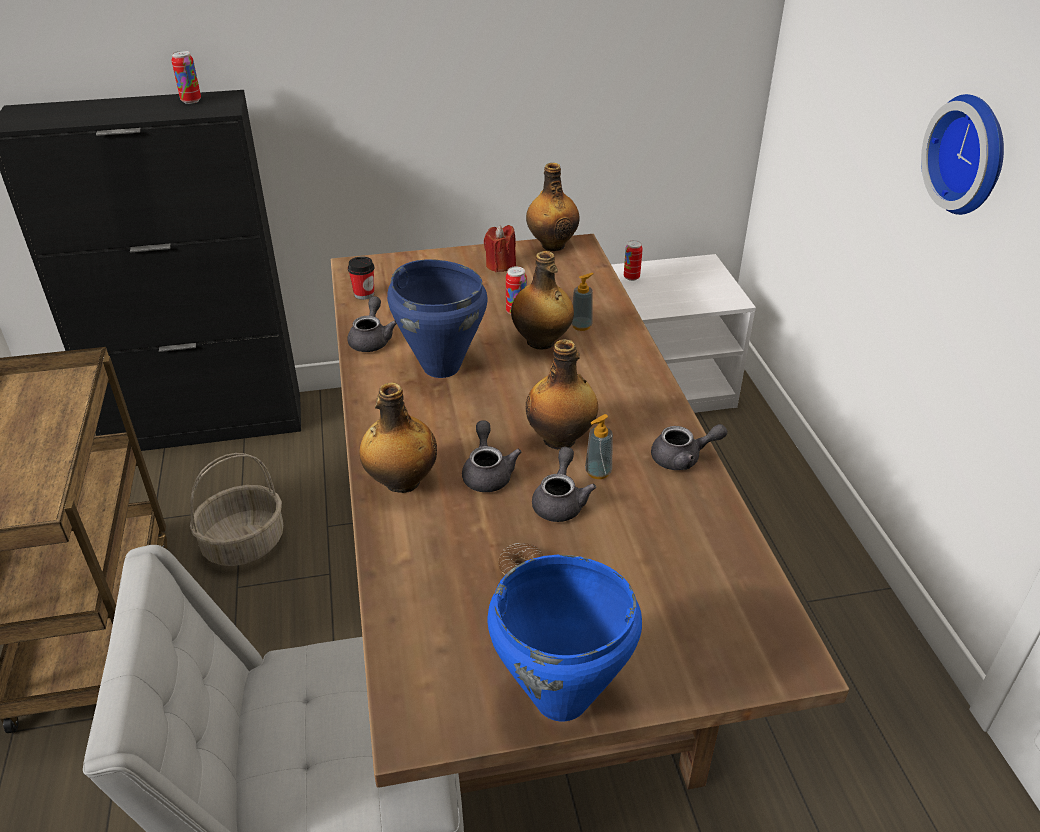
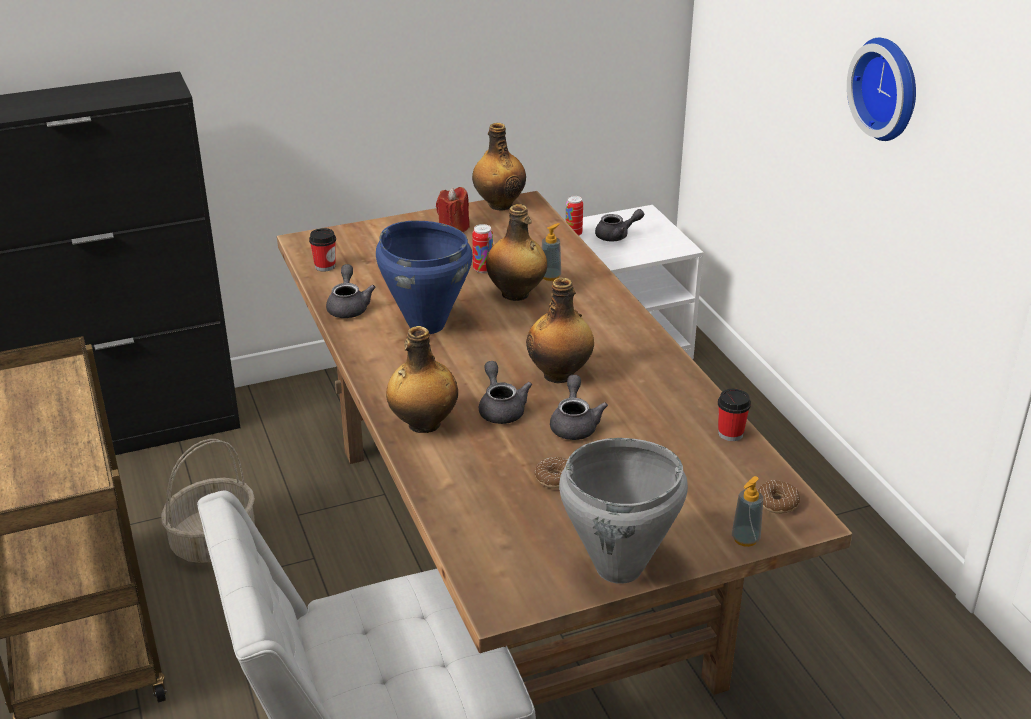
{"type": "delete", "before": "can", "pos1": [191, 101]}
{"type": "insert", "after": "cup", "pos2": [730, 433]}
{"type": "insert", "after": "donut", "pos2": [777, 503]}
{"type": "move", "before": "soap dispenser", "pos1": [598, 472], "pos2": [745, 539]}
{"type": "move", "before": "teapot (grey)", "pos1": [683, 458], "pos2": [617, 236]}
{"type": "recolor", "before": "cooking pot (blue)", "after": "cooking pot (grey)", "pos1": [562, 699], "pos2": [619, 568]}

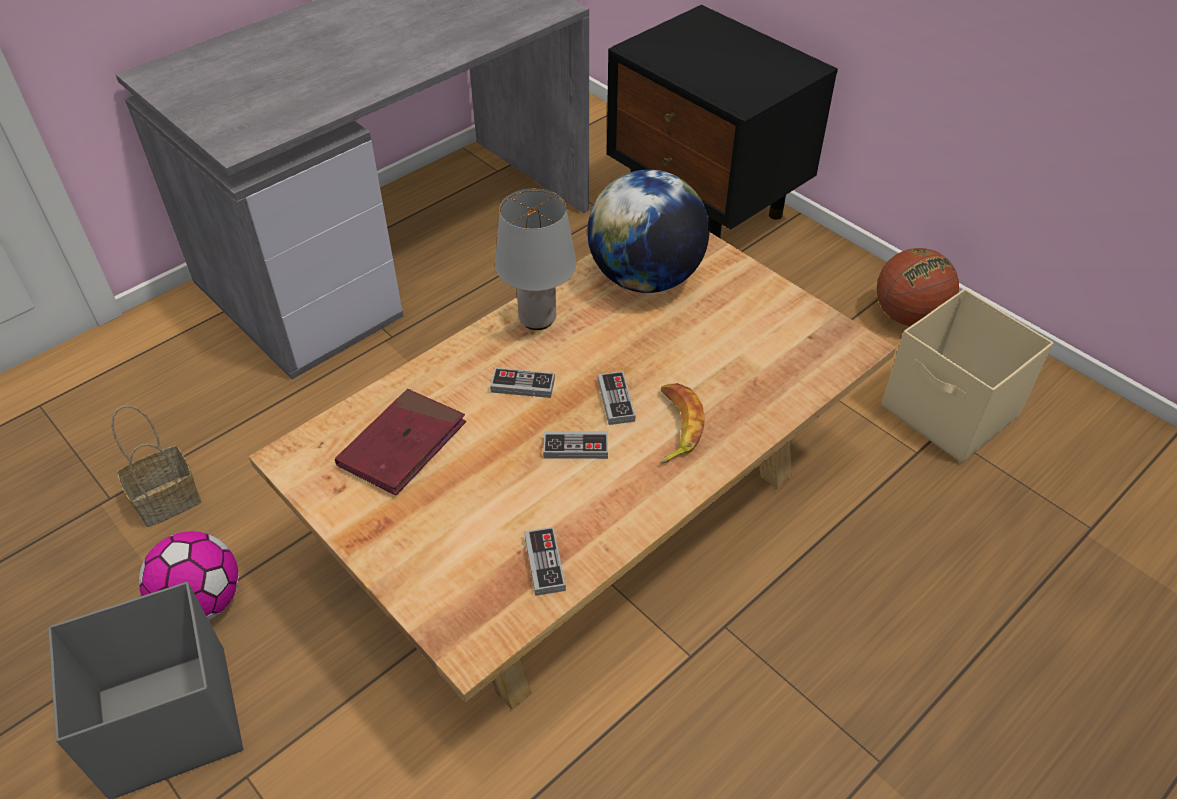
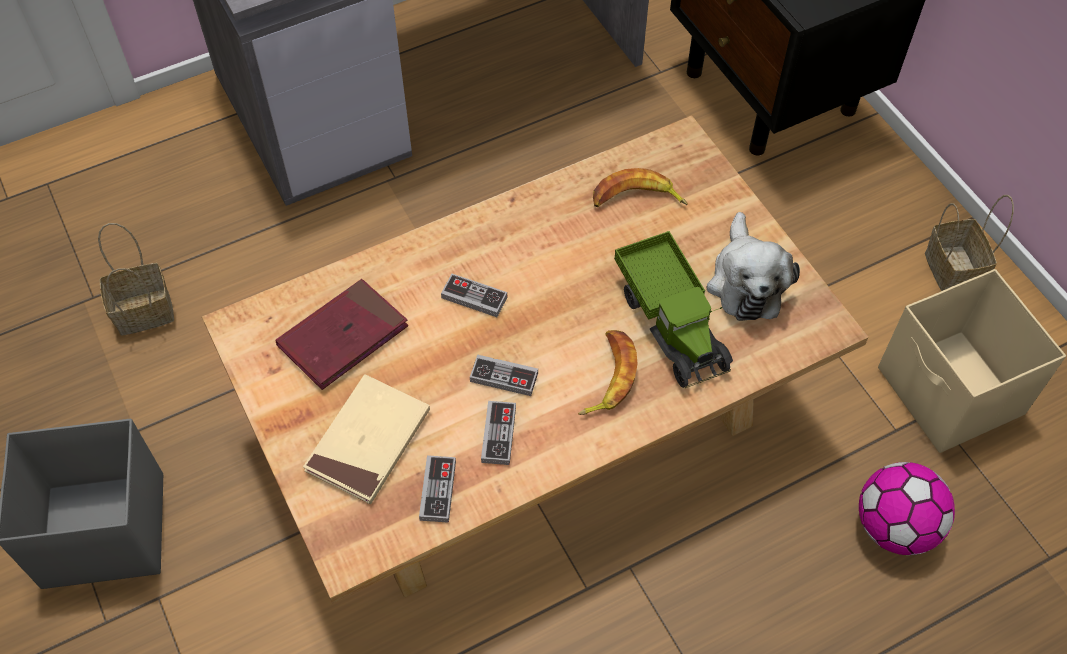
{"type": "delete", "before": "table lamp (grey)", "pos1": [538, 319]}
{"type": "insert", "after": "book (beige)", "pos2": [368, 441]}
{"type": "insert", "after": "toy truck", "pos2": [671, 322]}
{"type": "insert", "after": "plush toy", "pos2": [746, 281]}
{"type": "move", "before": "football", "pos1": [202, 602], "pos2": [894, 526]}
{"type": "move", "before": "game controller", "pos1": [616, 400], "pos2": [498, 434]}
{"type": "replace", "before": "globe", "after": "banana", "pos1": [645, 278], "pos2": [636, 199]}
{"type": "replace", "before": "basketball", "after": "basket", "pos1": [908, 316], "pos2": [950, 268]}

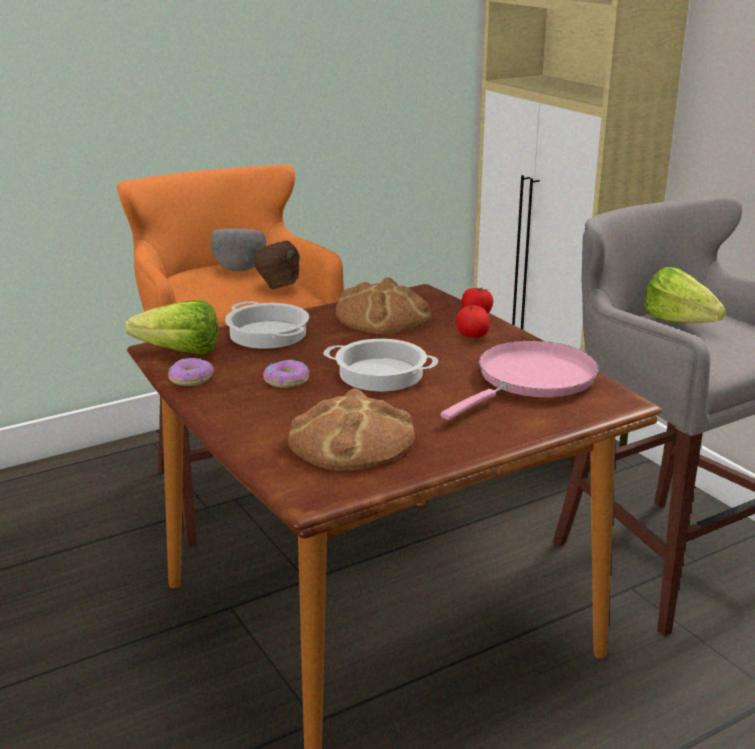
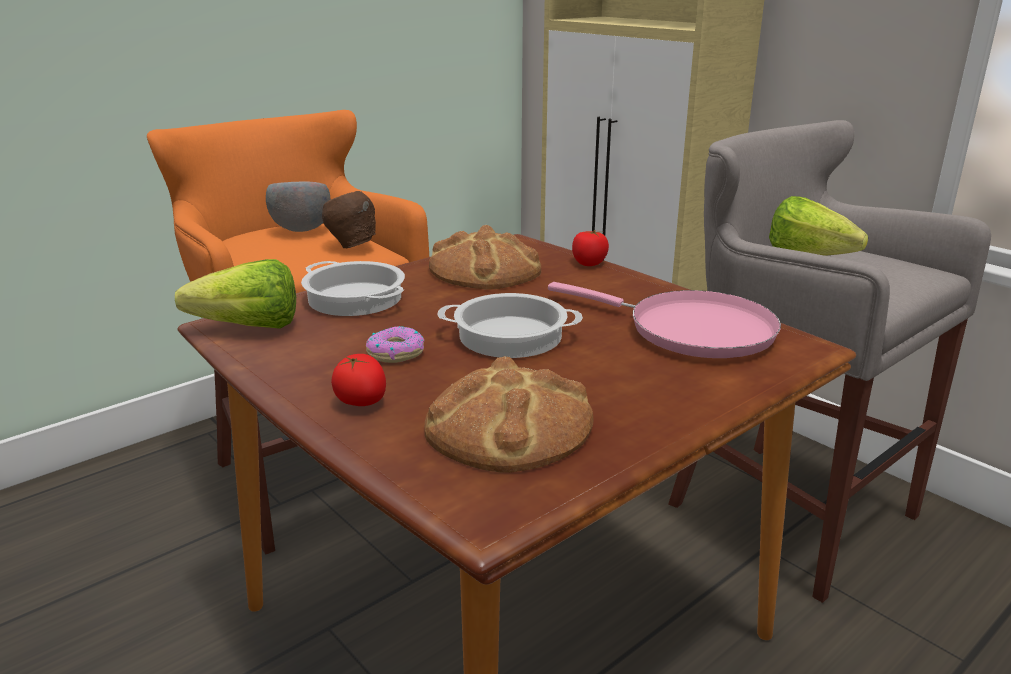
{"type": "delete", "before": "donut", "pos1": [191, 378]}
{"type": "move", "before": "tomato", "pos1": [472, 335], "pos2": [361, 401]}
{"type": "rotate", "before": "frying pan (pink)", "pos1": [531, 380], "pos2": [690, 330], "turn": 90}

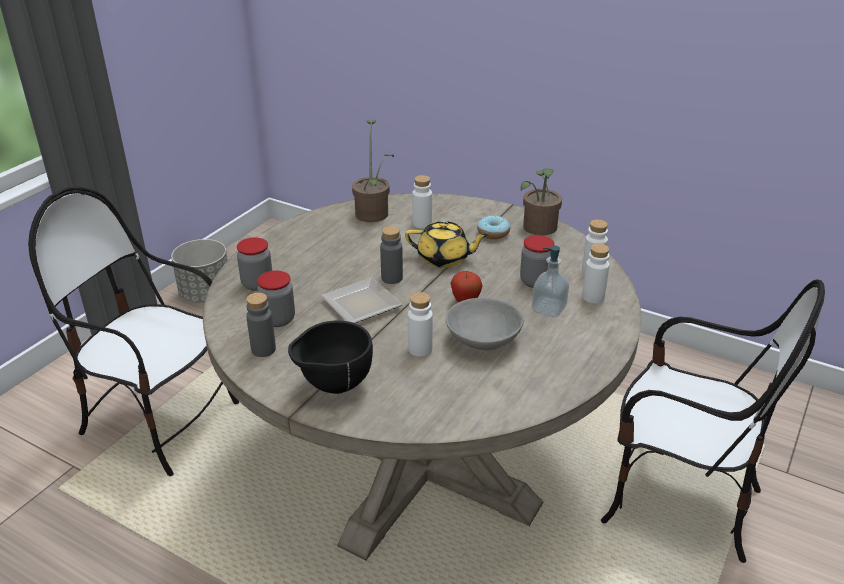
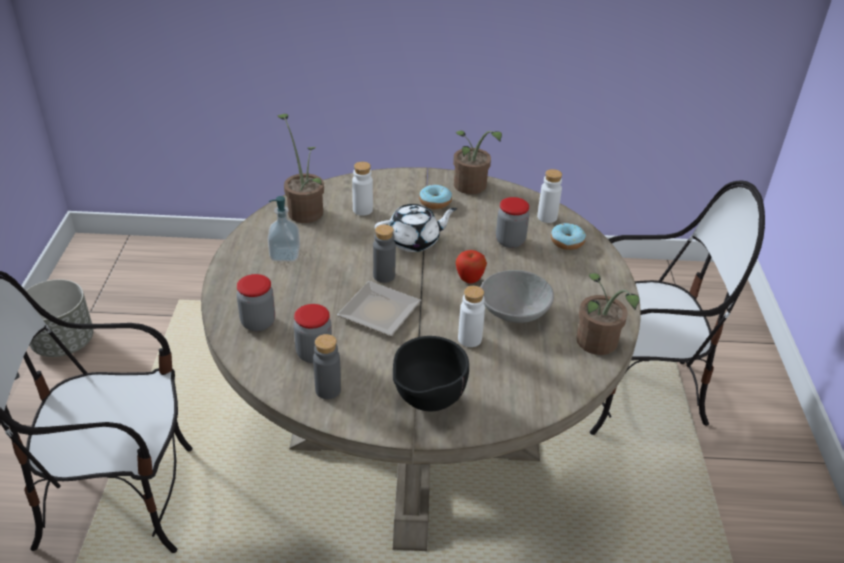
{"type": "insert", "after": "potted plant", "pos2": [597, 345]}
{"type": "move", "before": "soap dispenser", "pos1": [548, 309], "pos2": [285, 254]}
{"type": "replace", "before": "bottle (white)", "after": "donut", "pos1": [593, 297], "pos2": [567, 242]}
{"type": "recolor", "before": "teapot (yellow)", "after": "teapot (white)", "pos1": [444, 258], "pos2": [414, 241]}

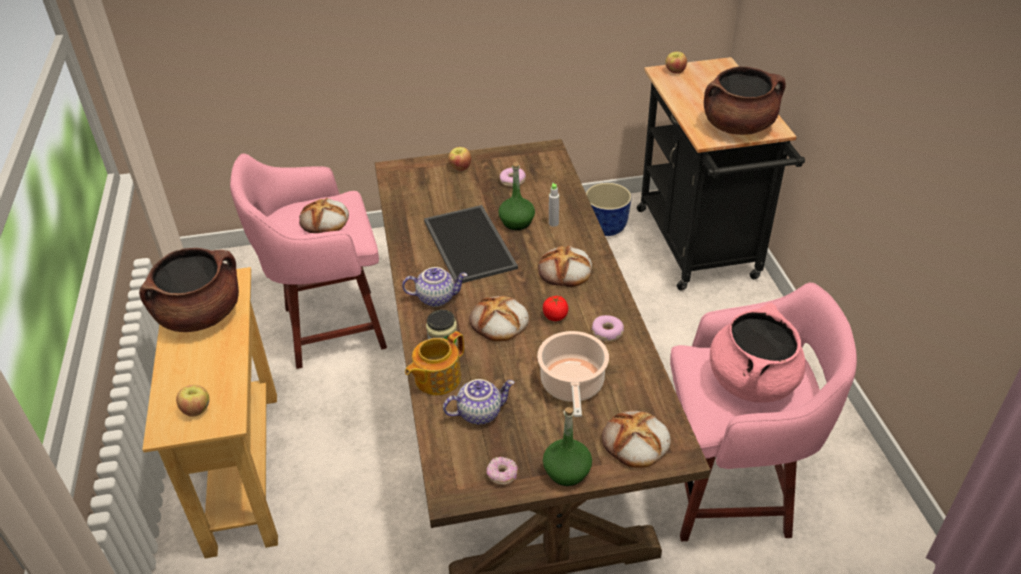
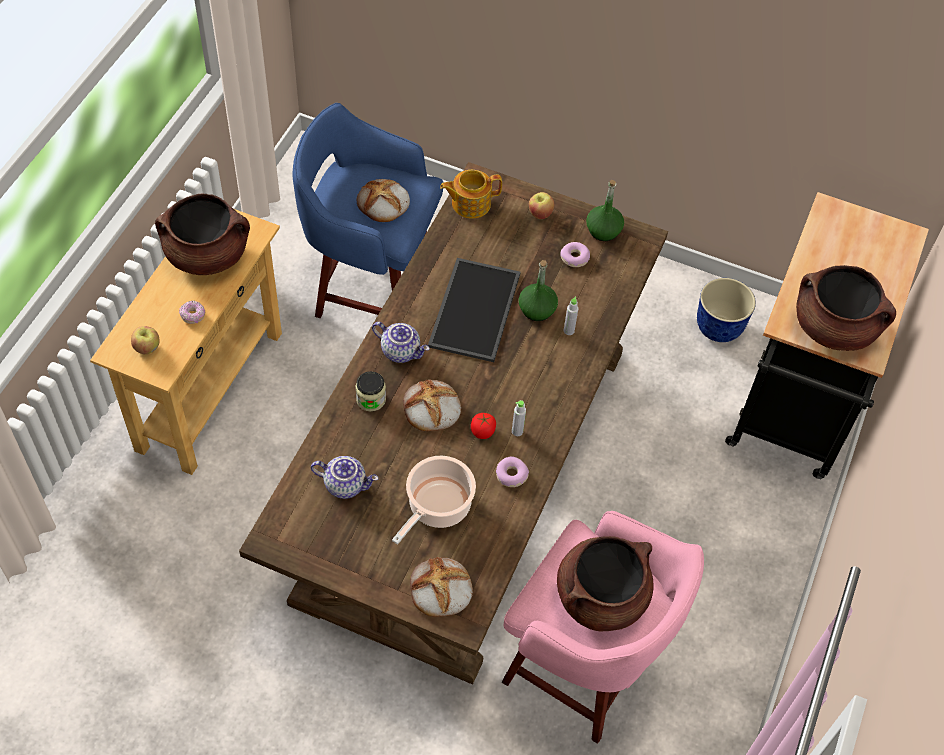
{"type": "delete", "before": "bread", "pos1": [565, 271]}
{"type": "delete", "before": "apple", "pos1": [675, 71]}
{"type": "insert", "after": "bottle (grey)", "pos2": [517, 431]}
{"type": "move", "before": "teapot", "pos1": [436, 378], "pos2": [470, 203]}
{"type": "move", "before": "donut", "pos1": [502, 475], "pos2": [193, 316]}
{"type": "move", "before": "bottle (green)", "pos1": [567, 471], "pos2": [603, 230]}
{"type": "recolor", "before": "stool (pink)", "after": "stool (blue)", "pos1": [330, 329], "pos2": [370, 291]}
{"type": "recolor", "before": "cooking pot (pink)", "after": "cooking pot (brown)", "pos1": [751, 381], "pos2": [601, 597]}

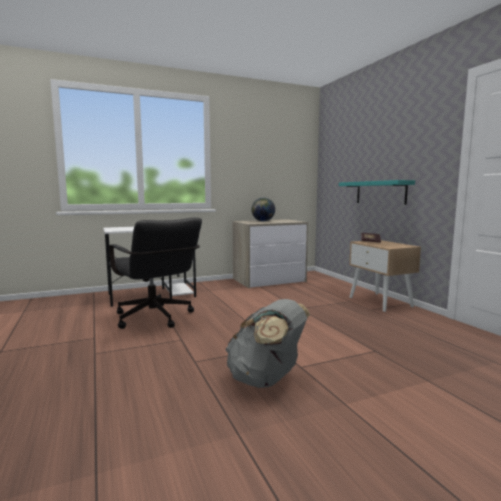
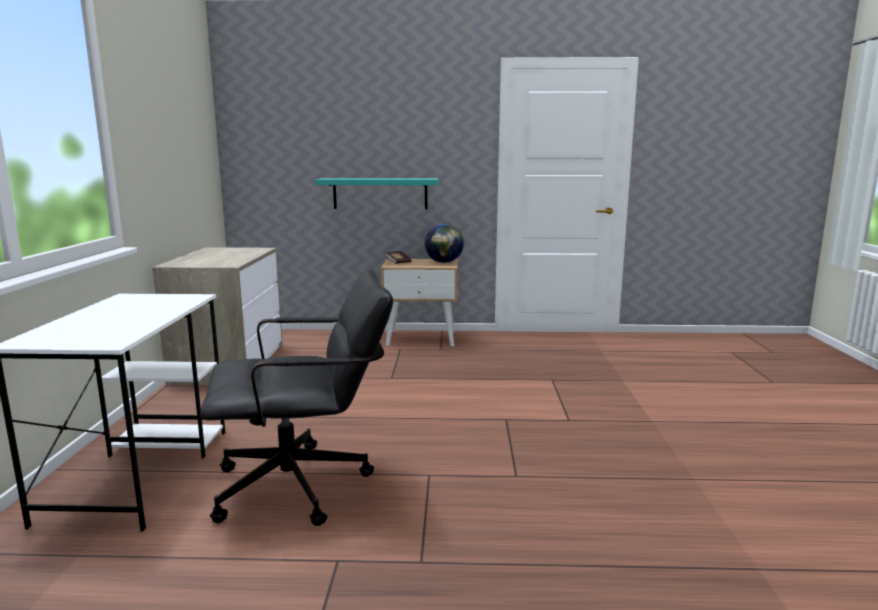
{"type": "delete", "before": "backpack (grey)", "pos1": [266, 380]}
{"type": "move", "before": "globe", "pos1": [263, 221], "pos2": [444, 262]}

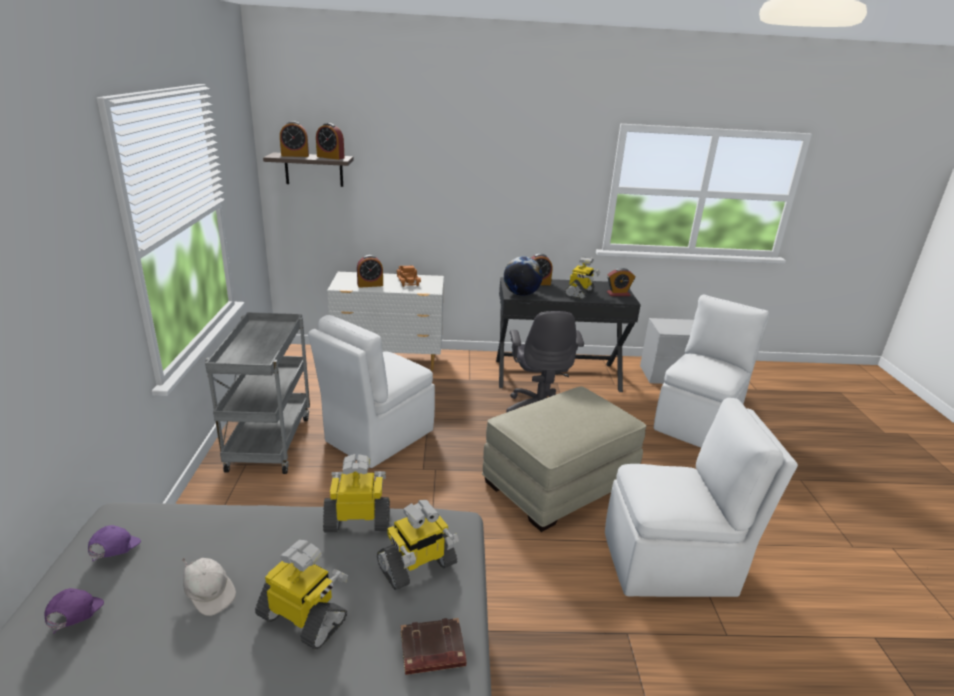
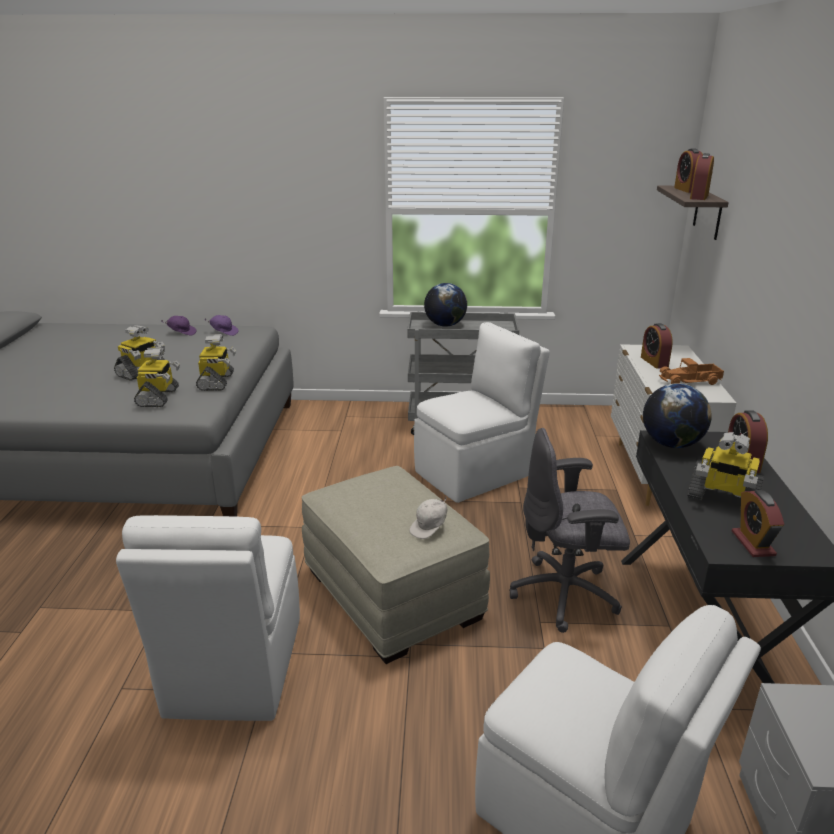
{"type": "delete", "before": "book (brown)", "pos1": [432, 651]}
{"type": "insert", "after": "globe", "pos2": [445, 325]}
{"type": "move", "before": "cap (white)", "pos1": [209, 594], "pos2": [430, 528]}
{"type": "rotate", "before": "chair (white)", "pos1": [377, 437], "pos2": [476, 473], "turn": 105}
{"type": "rotate", "before": "toy robot", "pos1": [417, 566], "pos2": [159, 397], "turn": -150}

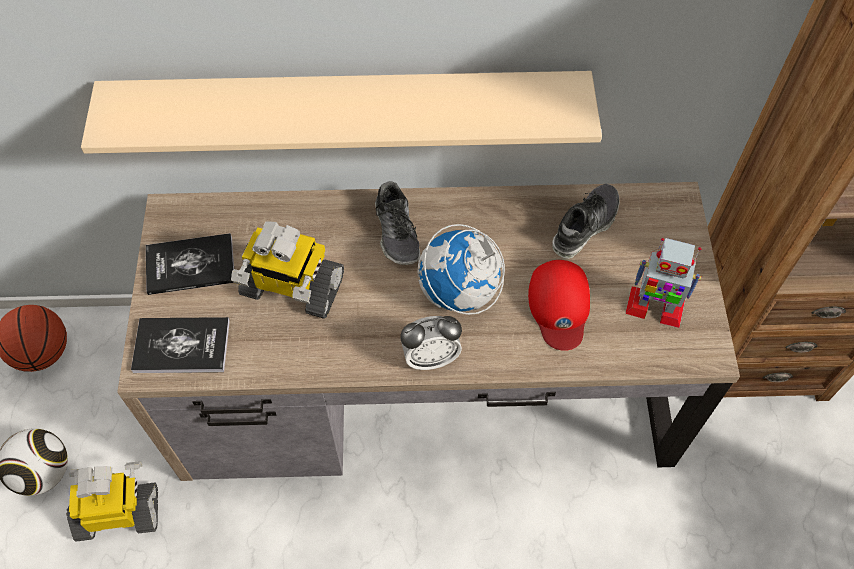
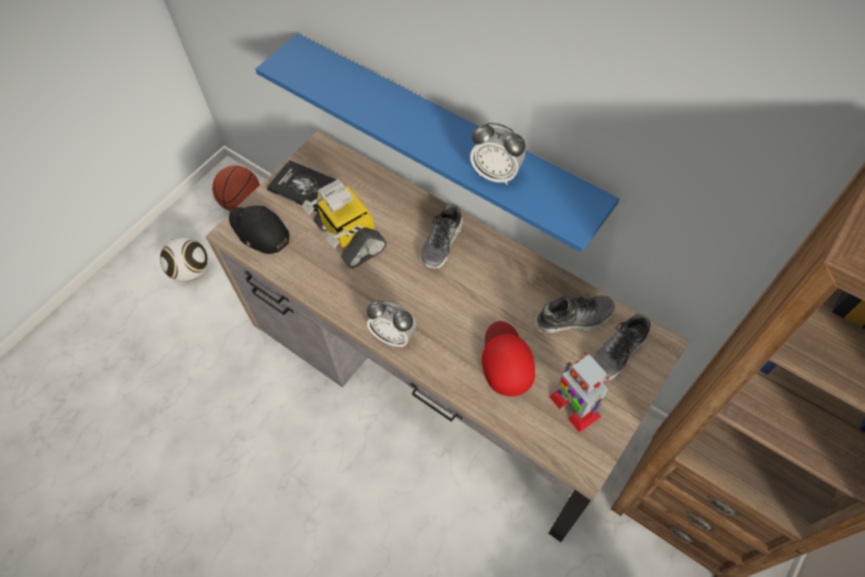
{"type": "delete", "before": "toy robot", "pos1": [119, 512]}
{"type": "delete", "before": "globe", "pos1": [460, 292]}
{"type": "insert", "after": "alarm clock", "pos2": [496, 174]}
{"type": "insert", "after": "shoe", "pos2": [619, 352]}
{"type": "replace", "before": "book", "after": "cap (black)", "pos1": [182, 346], "pos2": [259, 232]}
{"type": "recolor", "before": "shelf (beige)", "after": "shelf (blue)", "pos1": [347, 105], "pos2": [444, 132]}
{"type": "rotate", "before": "cap (red)", "pos1": [559, 306], "pos2": [506, 360], "turn": 135}

